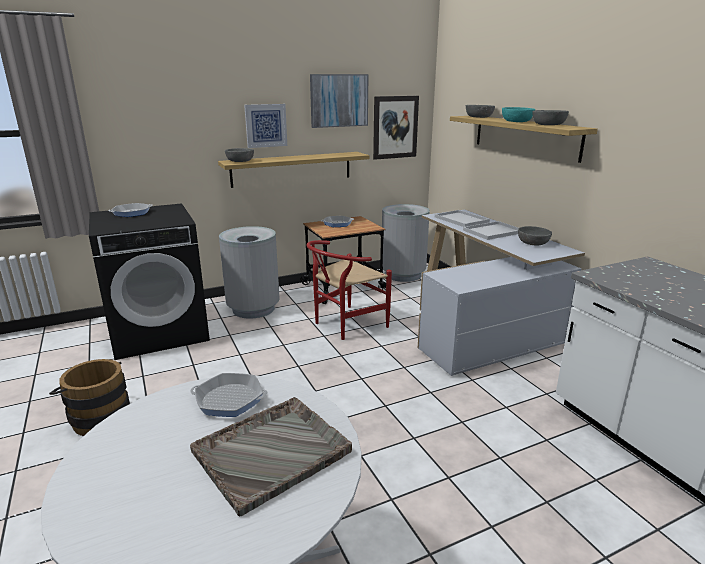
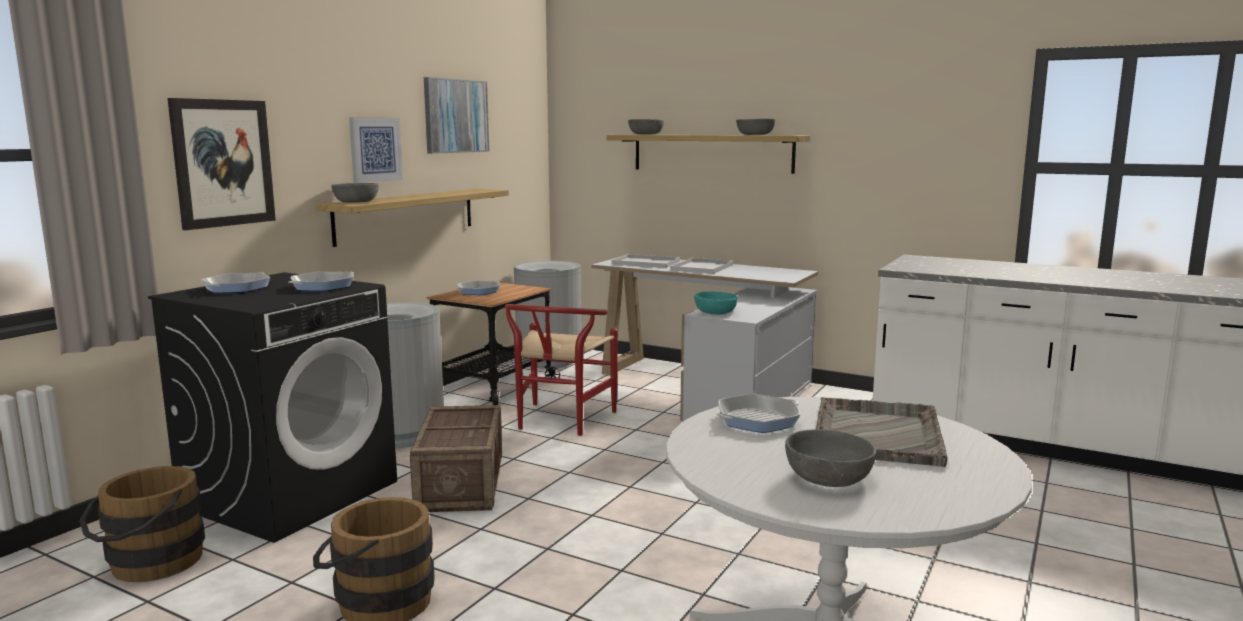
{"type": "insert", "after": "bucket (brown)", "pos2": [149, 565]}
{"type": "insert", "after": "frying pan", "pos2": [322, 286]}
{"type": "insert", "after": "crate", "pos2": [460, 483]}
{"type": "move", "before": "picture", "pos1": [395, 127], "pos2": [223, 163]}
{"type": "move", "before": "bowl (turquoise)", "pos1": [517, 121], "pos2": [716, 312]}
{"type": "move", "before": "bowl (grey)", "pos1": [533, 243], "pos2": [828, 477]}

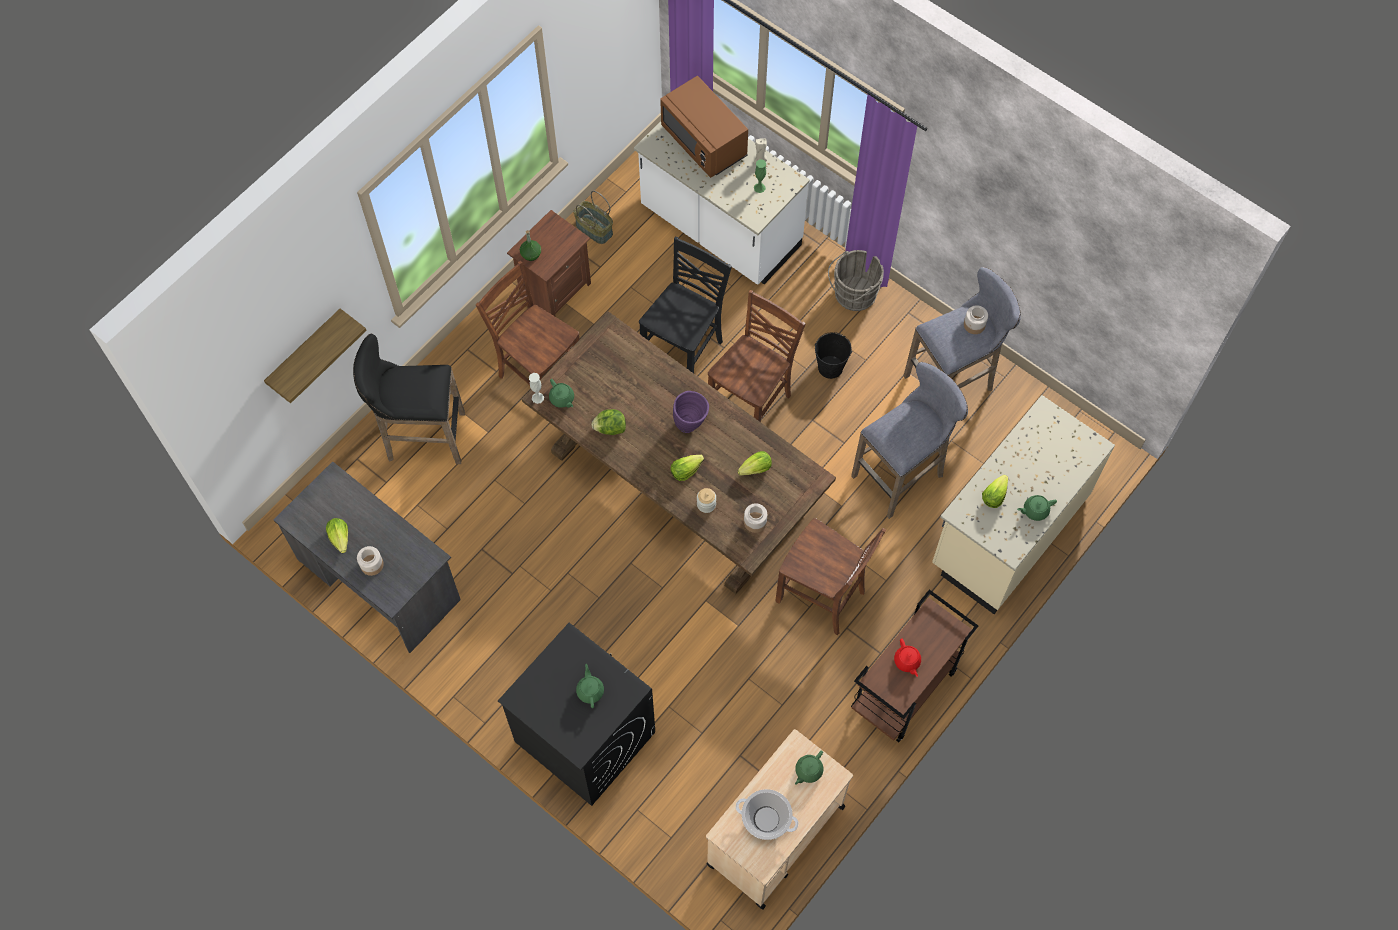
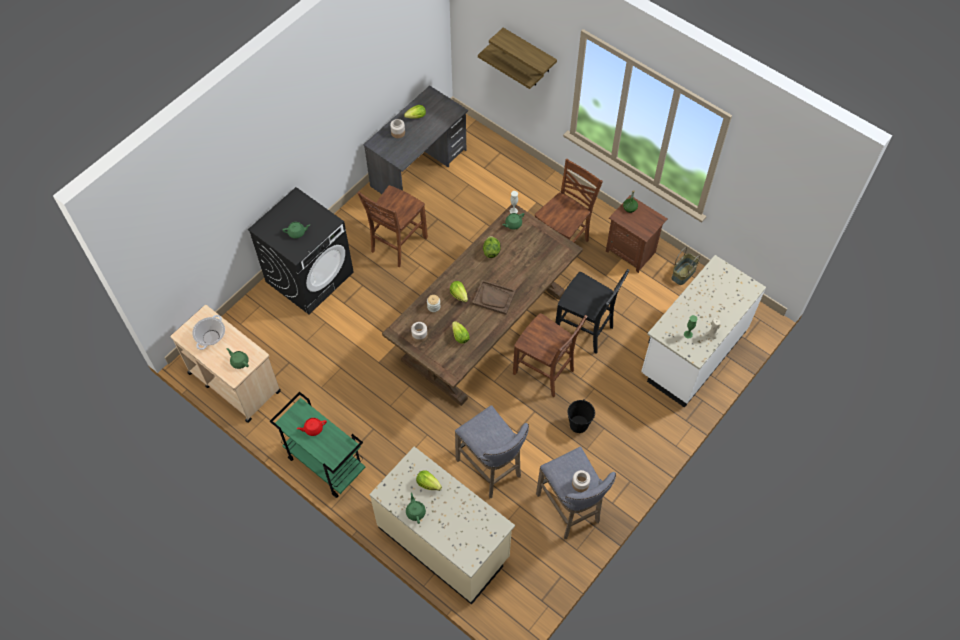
{"type": "delete", "before": "stool (black)", "pos1": [422, 438]}
{"type": "delete", "before": "microwave (brown)", "pos1": [704, 142]}
{"type": "delete", "before": "bucket (grey)", "pos1": [853, 295]}
{"type": "insert", "after": "shelf", "pos2": [529, 51]}
{"type": "move", "before": "chair (brown)", "pos1": [822, 597], "pos2": [397, 244]}
{"type": "replace", "before": "vase (purple)", "after": "tray (brown)", "pos1": [691, 425], "pos2": [494, 298]}
{"type": "recolor", "before": "cart (brown)", "after": "cart (green)", "pos1": [904, 691], "pos2": [325, 463]}

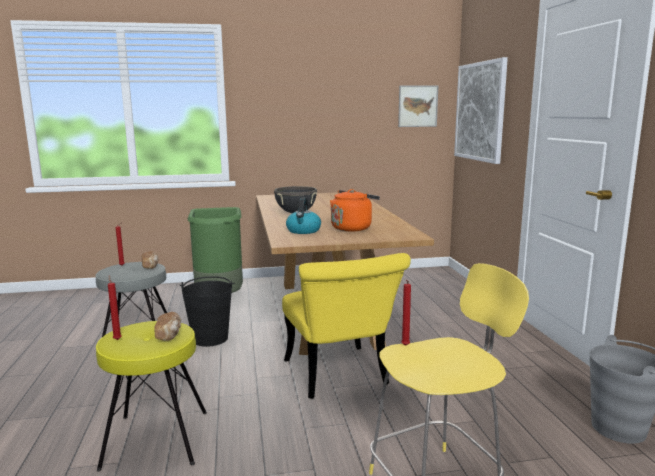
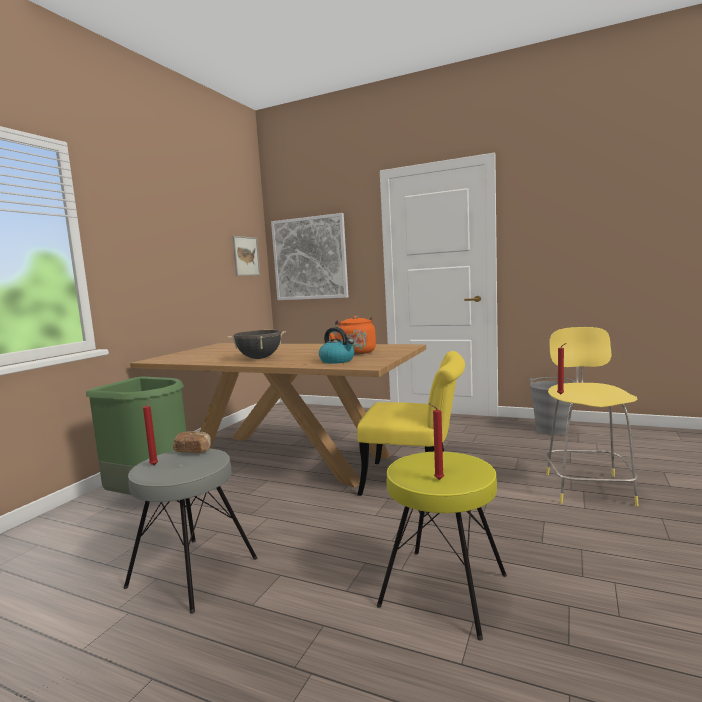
{"type": "delete", "before": "bread", "pos1": [169, 334]}
{"type": "delete", "before": "bucket (black)", "pos1": [210, 338]}

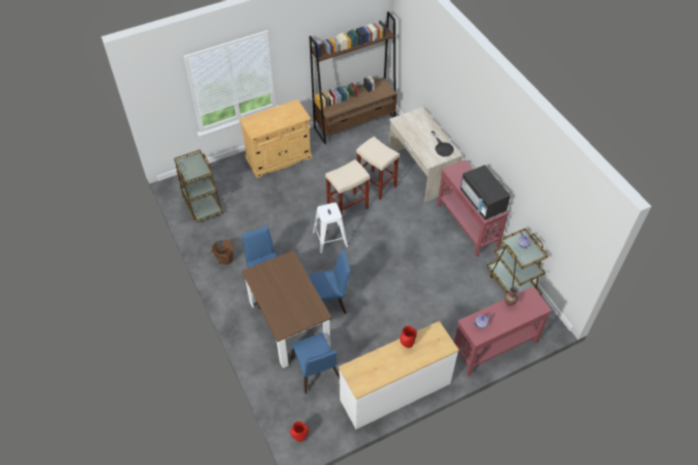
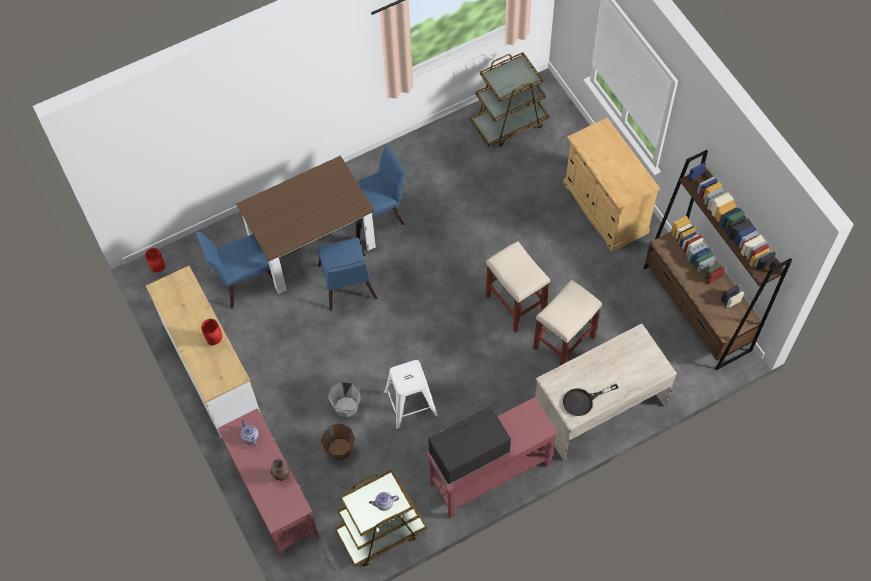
{"type": "insert", "after": "bucket (grey)", "pos2": [345, 408]}
{"type": "move", "before": "bucket (brown)", "pos1": [225, 259], "pos2": [340, 449]}
{"type": "move", "before": "stool (white)", "pos1": [330, 239], "pos2": [410, 404]}

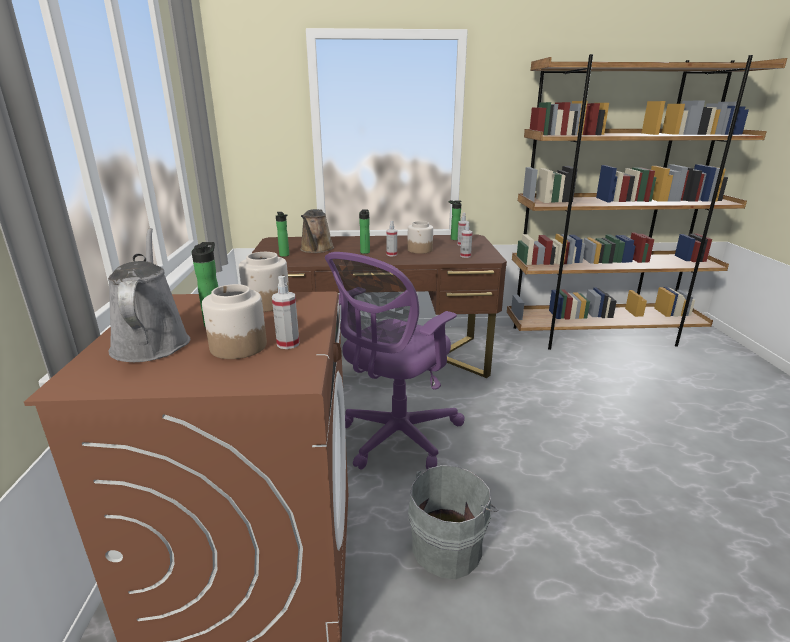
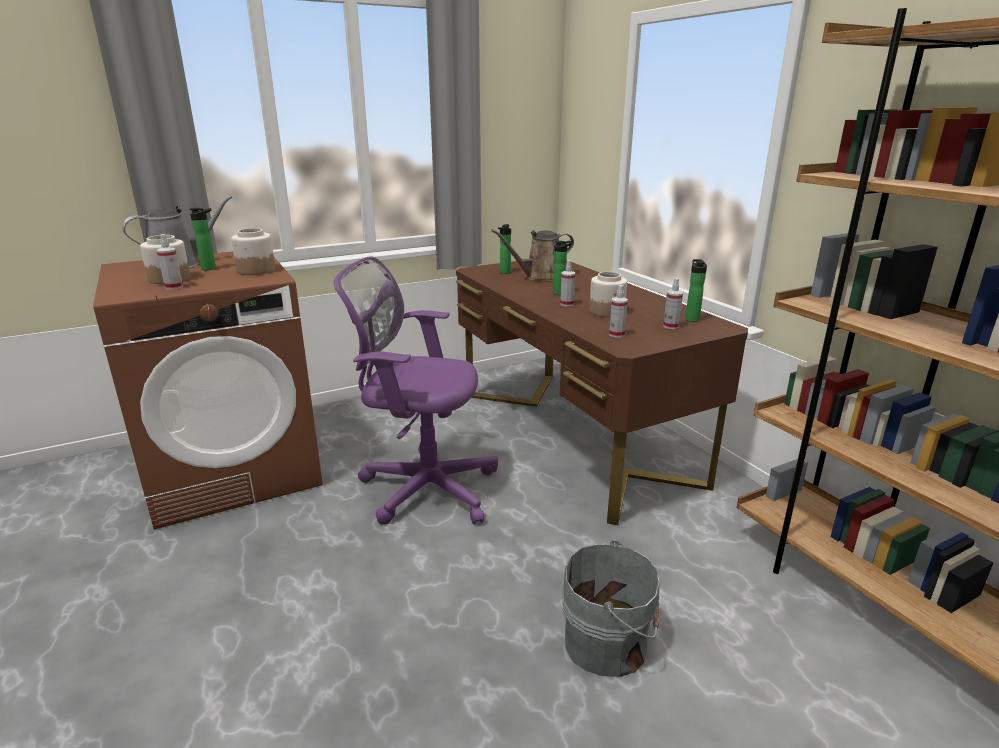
{"type": "move", "before": "bucket (grey)", "pos1": [449, 546], "pos2": [609, 644]}

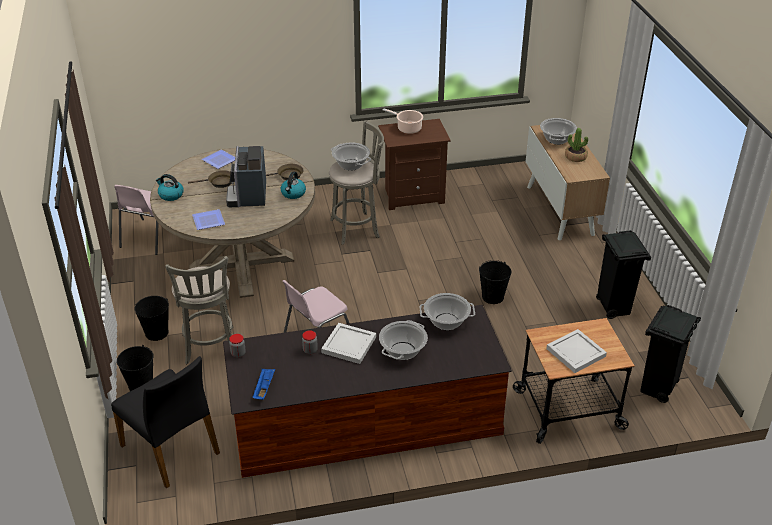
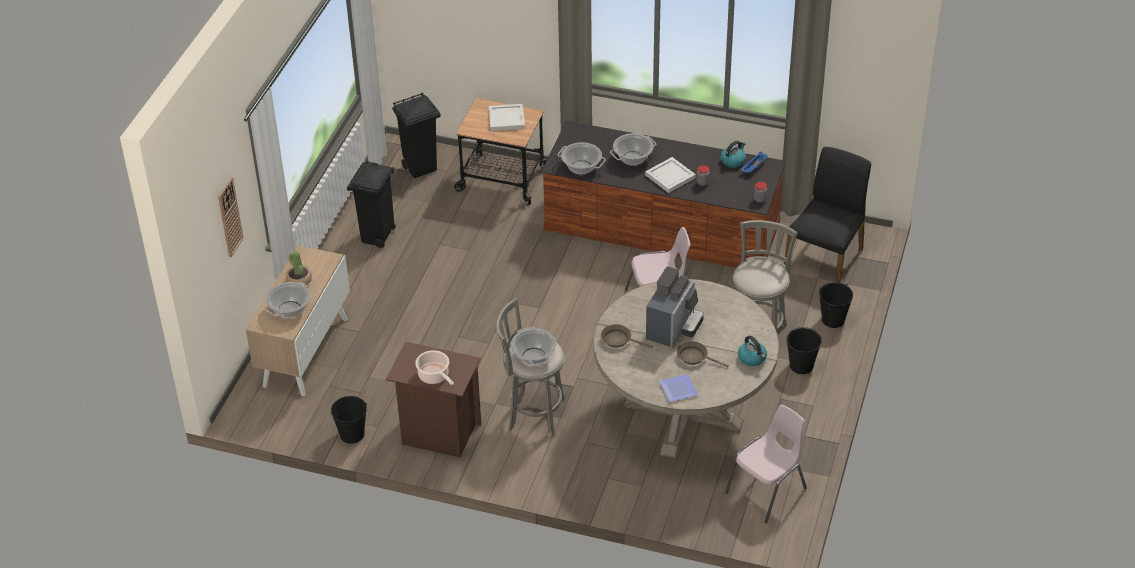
{"type": "delete", "before": "plate", "pos1": [210, 221]}
{"type": "insert", "after": "wall clock", "pos2": [229, 217]}
{"type": "move", "before": "kettle", "pos1": [293, 194], "pos2": [733, 161]}
{"type": "move", "before": "bucket (black)", "pos1": [493, 297], "pos2": [352, 434]}
{"type": "rotate", "before": "chair (black)", "pos1": [171, 449], "pos2": [825, 259], "turn": 45}

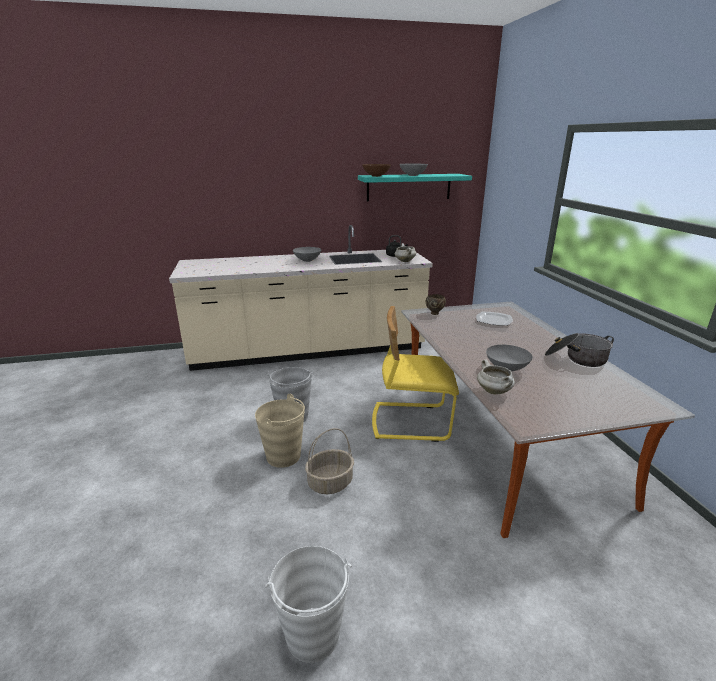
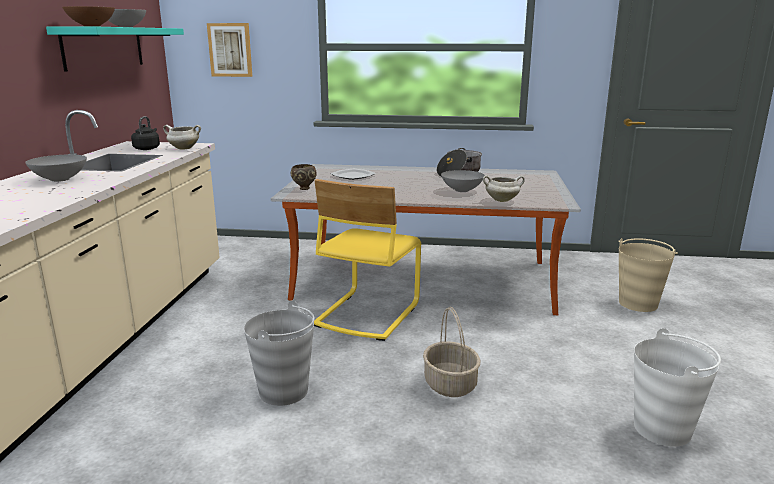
{"type": "insert", "after": "picture", "pos2": [230, 50]}
{"type": "move", "before": "bucket (beige)", "pos1": [284, 456], "pos2": [638, 303]}

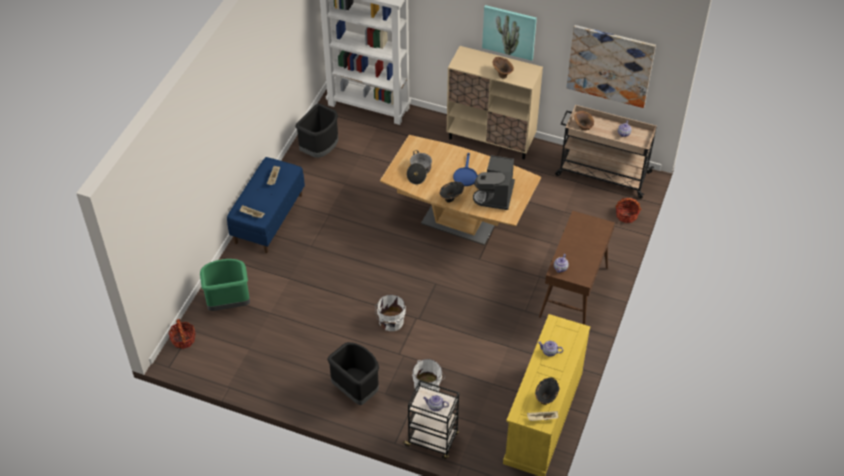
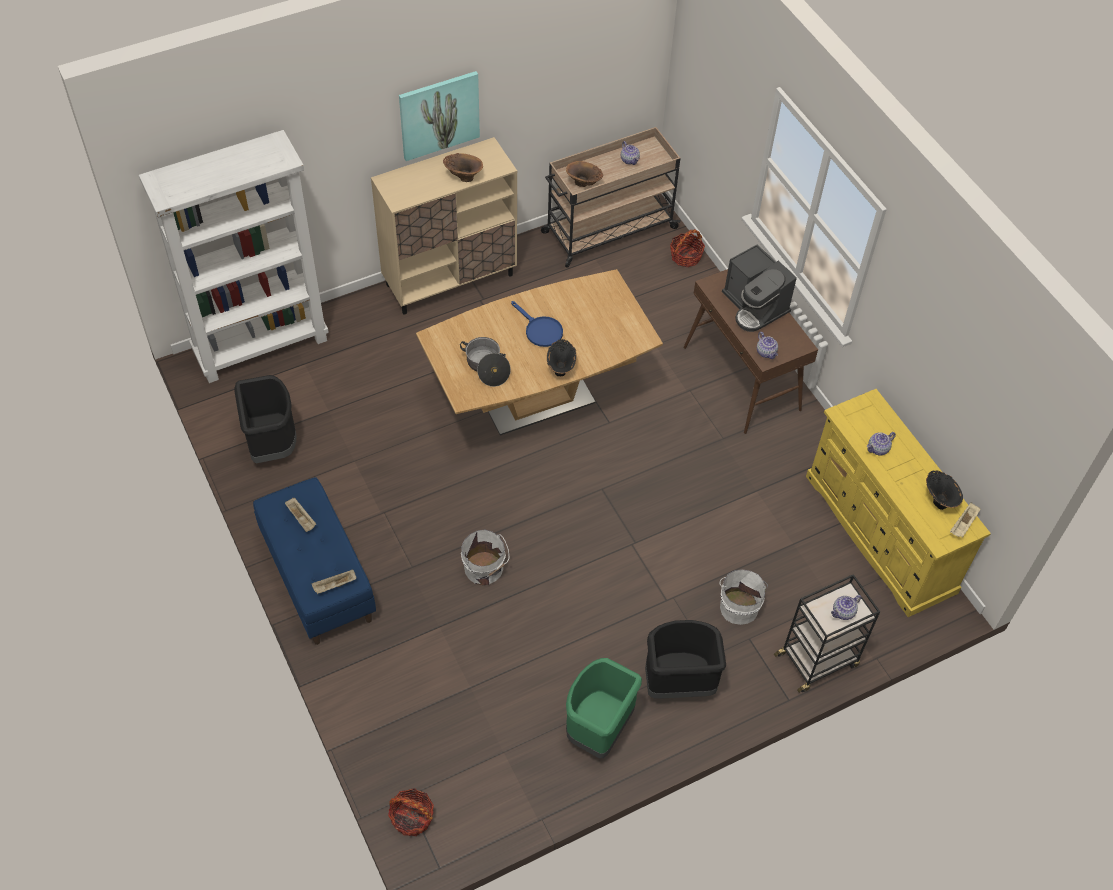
{"type": "delete", "before": "picture", "pos1": [610, 66]}
{"type": "move", "before": "trash can (green)", "pos1": [228, 303], "pos2": [597, 728]}
{"type": "move", "before": "bucket (white)", "pos1": [391, 322], "pos2": [484, 570]}
{"type": "move", "before": "coffee machine", "pos1": [495, 195], "pos2": [754, 306]}

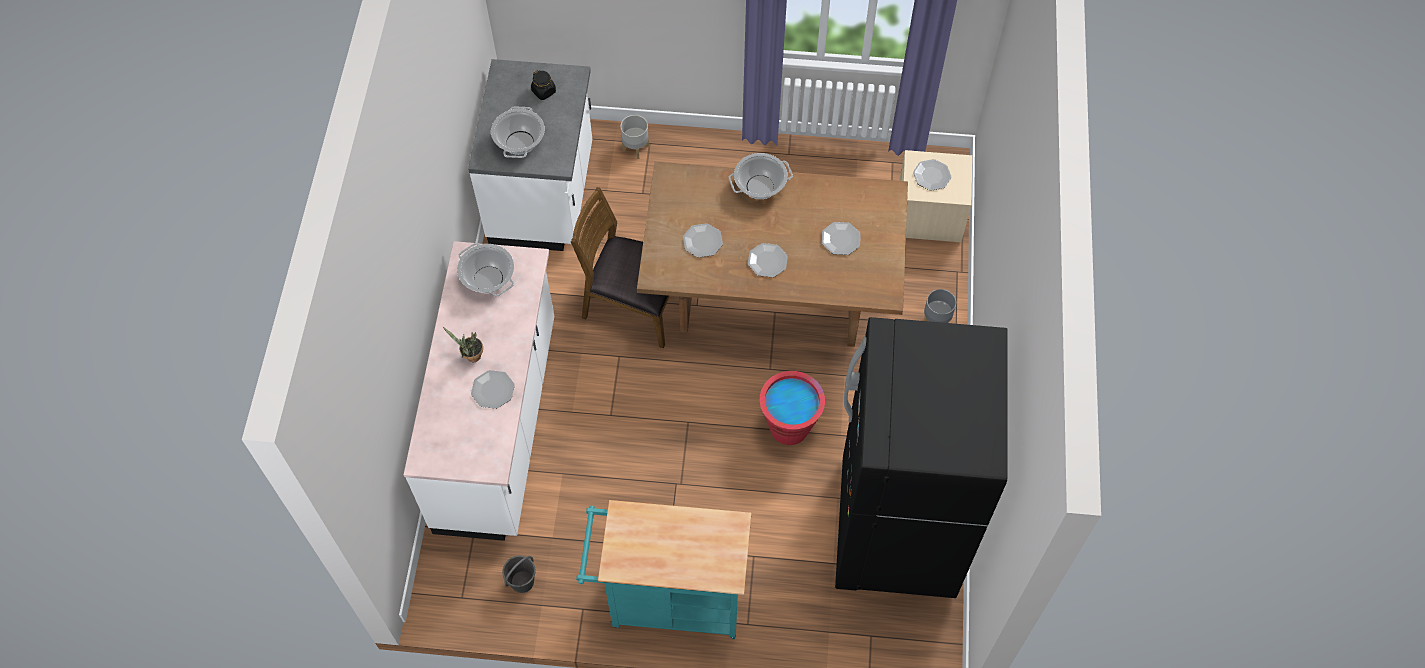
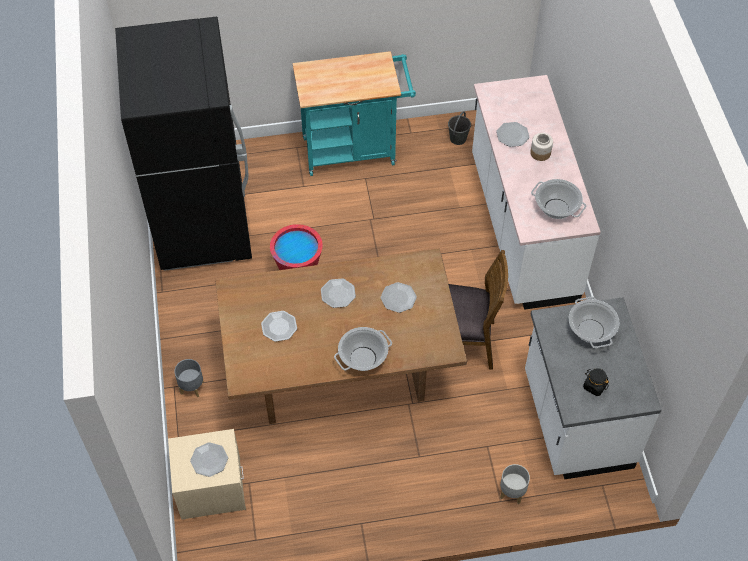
{"type": "replace", "before": "potted plant", "after": "jar", "pos1": [471, 356], "pos2": [540, 153]}

